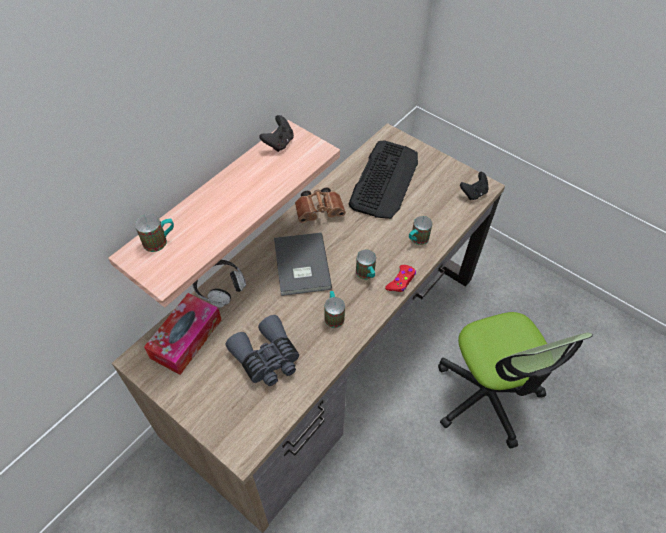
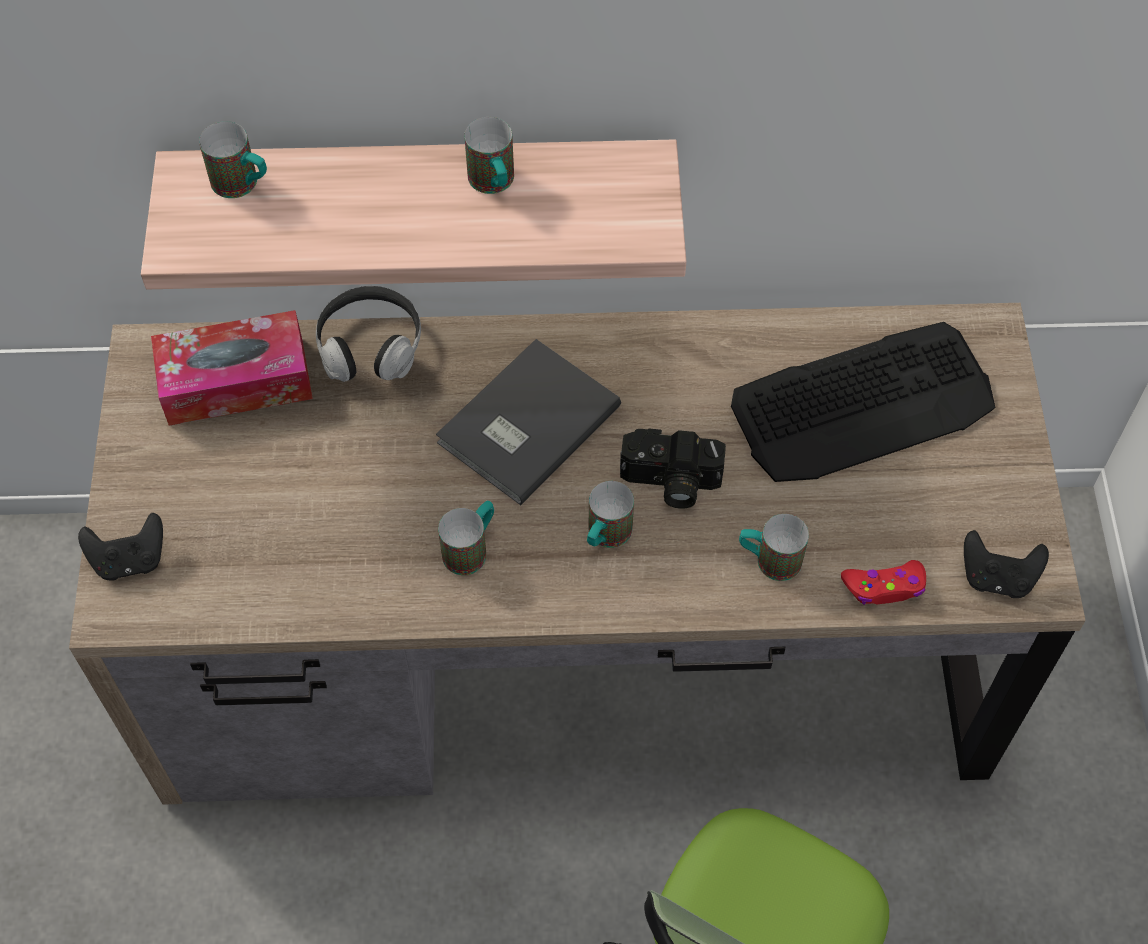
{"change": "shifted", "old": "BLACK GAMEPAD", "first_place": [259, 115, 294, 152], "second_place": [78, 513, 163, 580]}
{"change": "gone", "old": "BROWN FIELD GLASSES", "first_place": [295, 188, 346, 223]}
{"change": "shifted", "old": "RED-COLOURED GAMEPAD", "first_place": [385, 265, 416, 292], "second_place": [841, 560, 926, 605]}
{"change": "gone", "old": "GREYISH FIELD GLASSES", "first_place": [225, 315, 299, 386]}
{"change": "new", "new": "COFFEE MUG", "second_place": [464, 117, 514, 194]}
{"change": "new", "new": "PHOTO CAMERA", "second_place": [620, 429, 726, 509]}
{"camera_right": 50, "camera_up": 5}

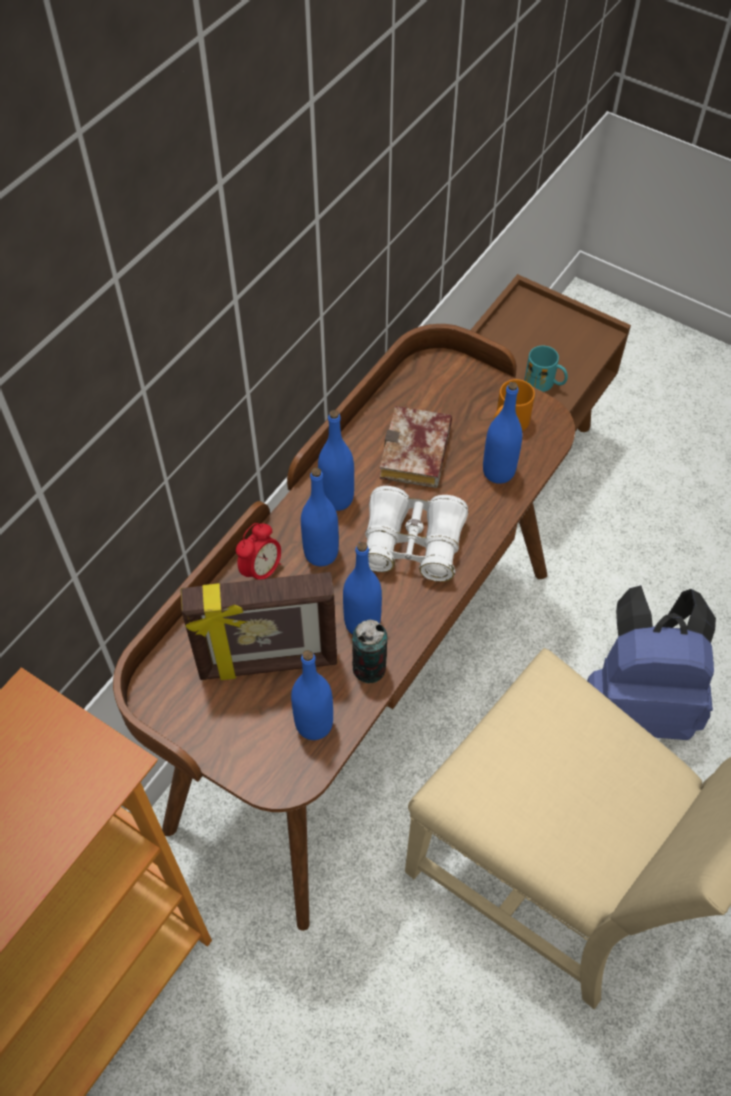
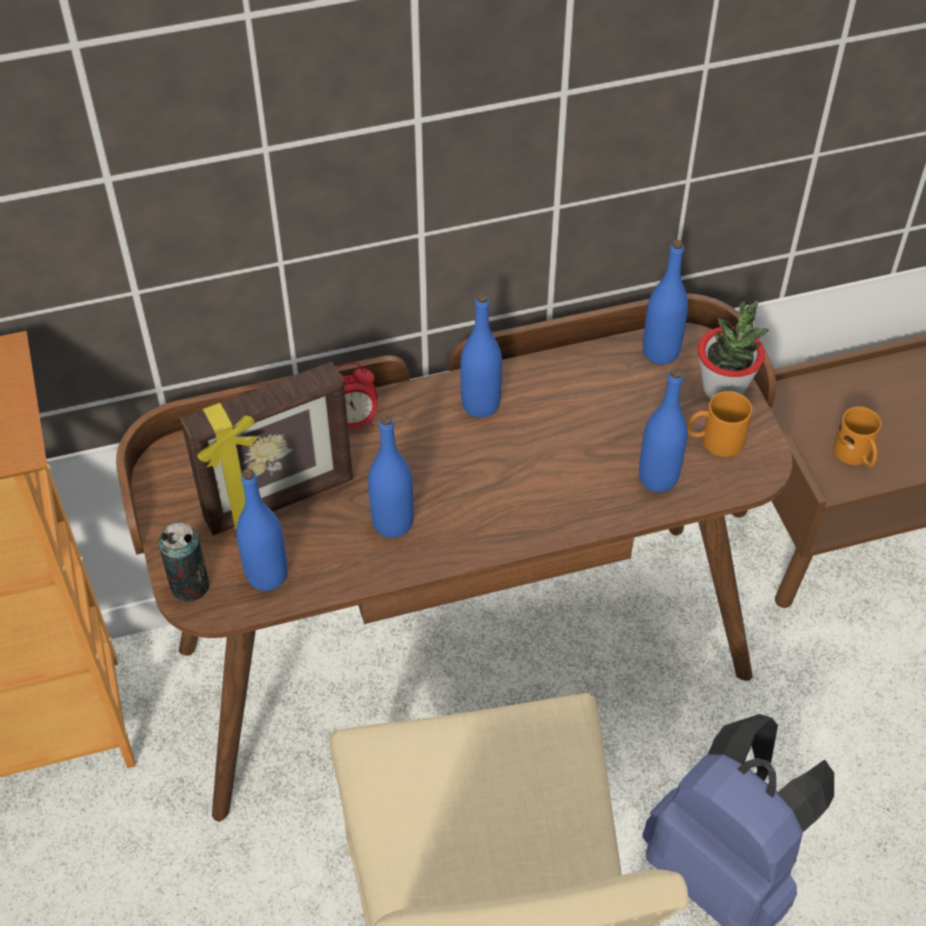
{"change": "repainted", "old": "BLUE-GREEN COFFEE MUG", "new": "ORANGE-COLOURED COFFEE MUG", "first_place": [525, 346, 568, 392], "second_place": [833, 407, 881, 467]}
{"change": "gone", "old": "VOLUME", "first_place": [380, 406, 452, 488]}
{"change": "shifted", "old": "BLUE-COLOURED BEVERAGE BOTTLE", "first_place": [301, 468, 339, 566], "second_place": [643, 240, 688, 365]}
{"change": "gone", "old": "WHITE-COLOURED FIELD GLASSES", "first_place": [365, 486, 468, 582]}
{"change": "rotated", "old": "PICTURE FRAME", "first_place": [180, 572, 337, 680], "second_place": [180, 362, 353, 535], "degrees": -60}
{"change": "shifted", "old": "CAN", "first_place": [352, 620, 387, 683], "second_place": [158, 522, 209, 602]}
{"change": "new", "new": "HOUSEPLANT", "second_place": [698, 301, 769, 399]}
{"camera_right": 40, "camera_up": -5}

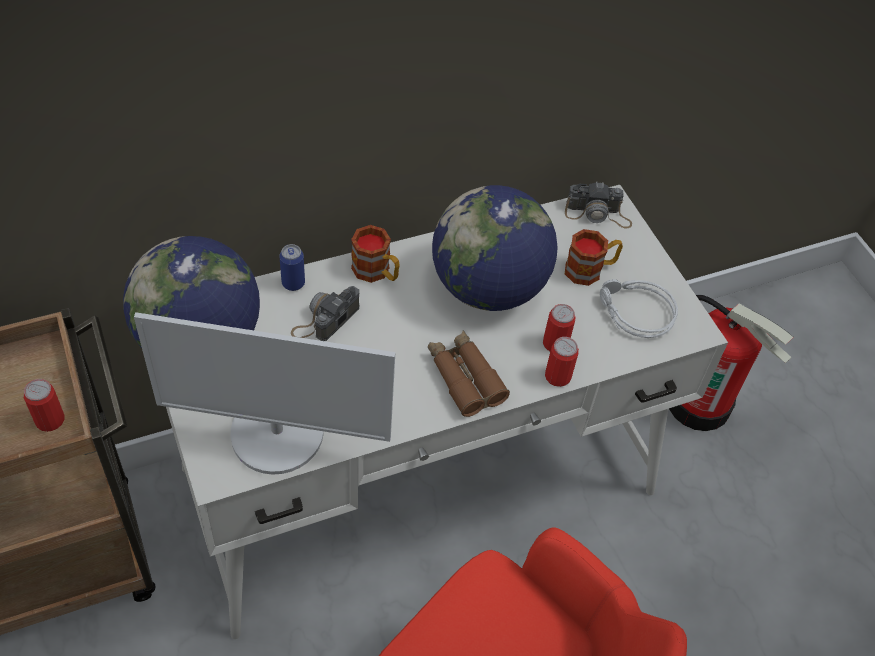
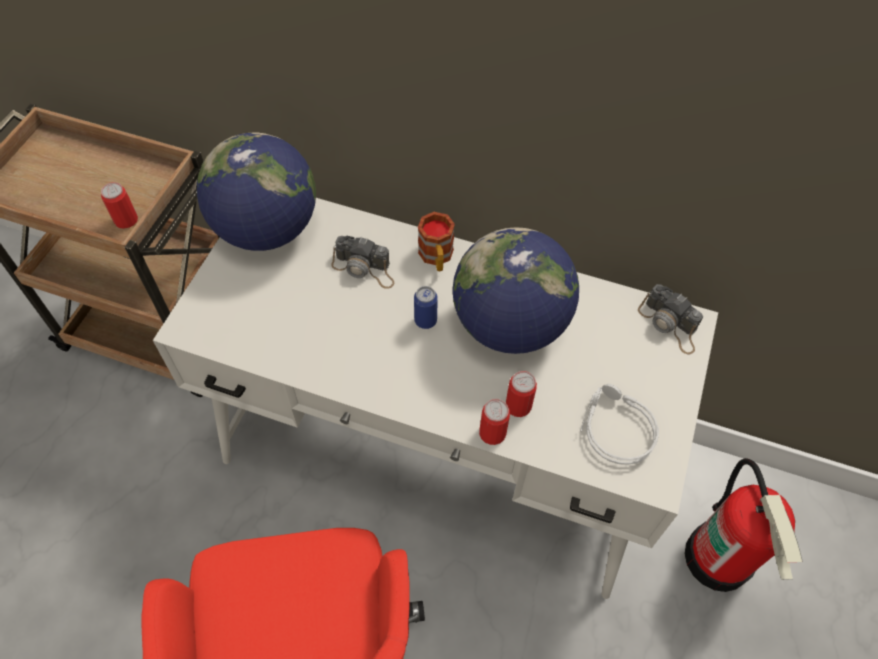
{"change": "gone", "old": "COFFEE MUG", "first_place": [565, 229, 623, 286]}
{"change": "shifted", "old": "CAN", "first_place": [279, 244, 305, 291], "second_place": [414, 286, 438, 329]}
{"change": "rotated", "old": "PHOTO CAMERA", "first_place": [291, 286, 360, 341], "second_place": [331, 236, 394, 289], "degrees": -150}
{"change": "gone", "old": "COMPUTER DISPLAY", "first_place": [134, 312, 396, 475]}
{"change": "gone", "old": "BROWN FIELD GLASSES", "first_place": [428, 330, 510, 417]}
{"camera_right": 45, "camera_up": 5}

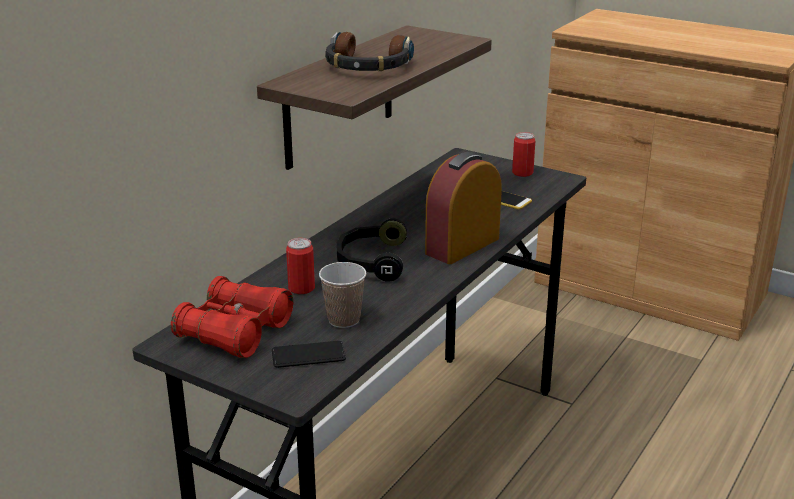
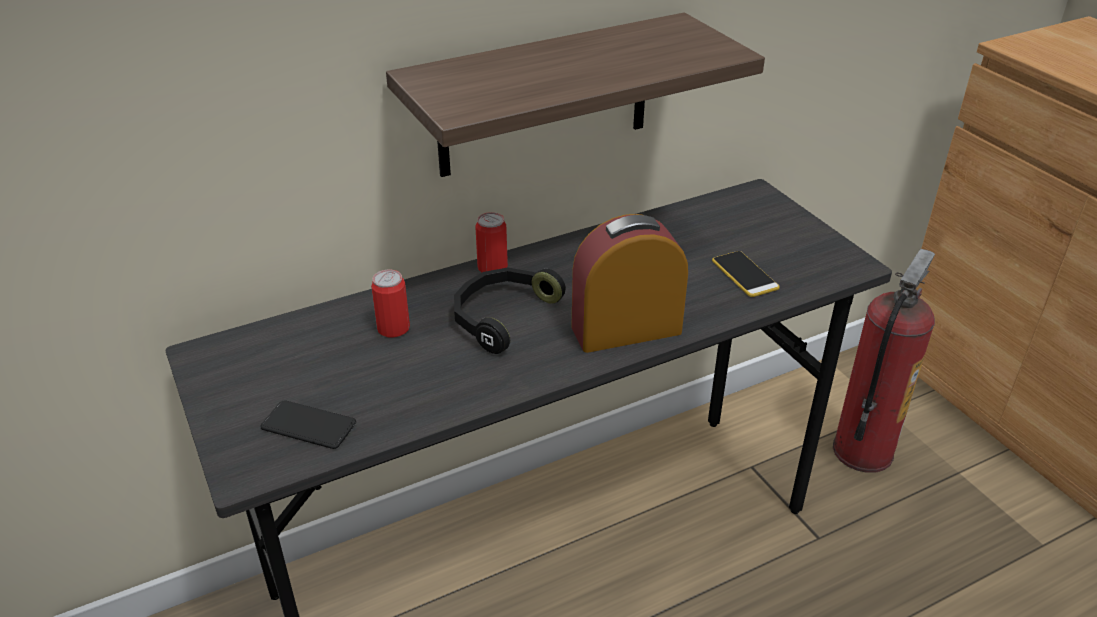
{"change": "gone", "old": "HEADSET", "first_place": [325, 32, 414, 71]}
{"change": "shifted", "old": "CAN", "first_place": [512, 132, 535, 177], "second_place": [475, 212, 508, 273]}
{"change": "gone", "old": "SMALL CUP", "first_place": [319, 262, 366, 328]}
{"change": "gone", "old": "RED-COLOURED FIELD GLASSES", "first_place": [171, 276, 293, 358]}
{"change": "new", "new": "FIRE EXTINGUISHER", "second_place": [833, 249, 935, 473]}
{"camera_right": 30, "camera_up": 10}

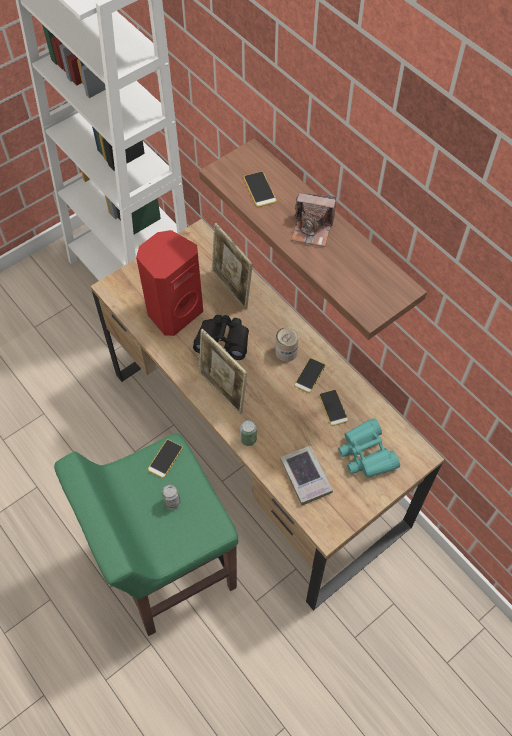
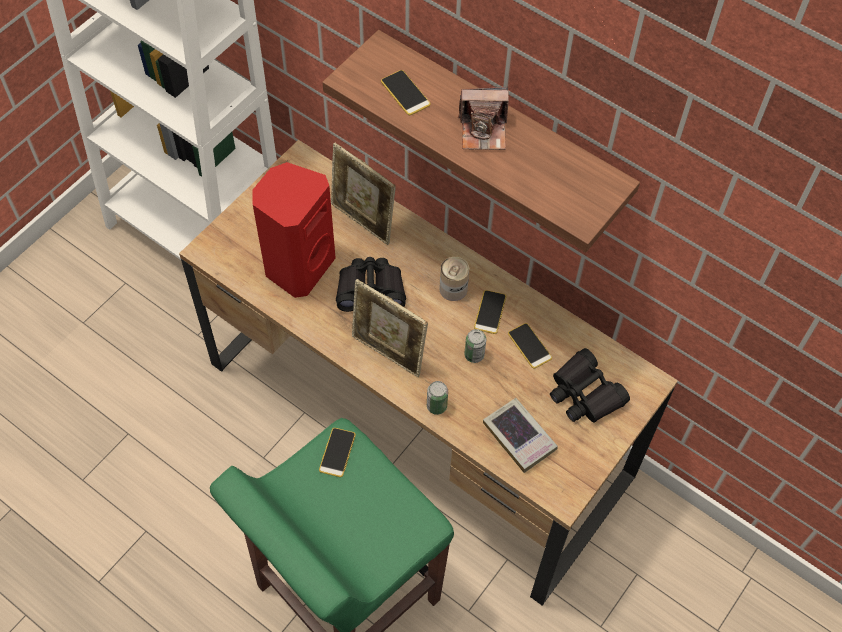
{"change": "repainted", "old": "BLUE-GREEN FIELD GLASSES", "new": "BLACK FIELD GLASSES", "first_place": [338, 418, 400, 478], "second_place": [550, 348, 630, 423]}
{"change": "shifted", "old": "CAN", "first_place": [161, 484, 181, 510], "second_place": [464, 329, 486, 363]}
{"camera_right": -15, "camera_up": 0}

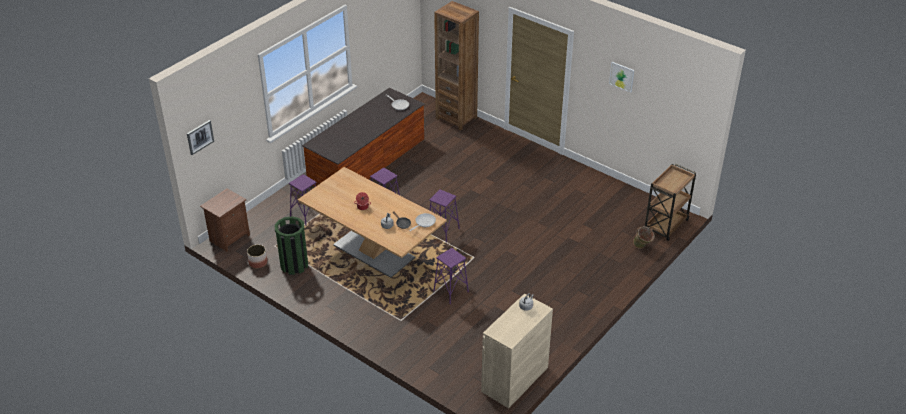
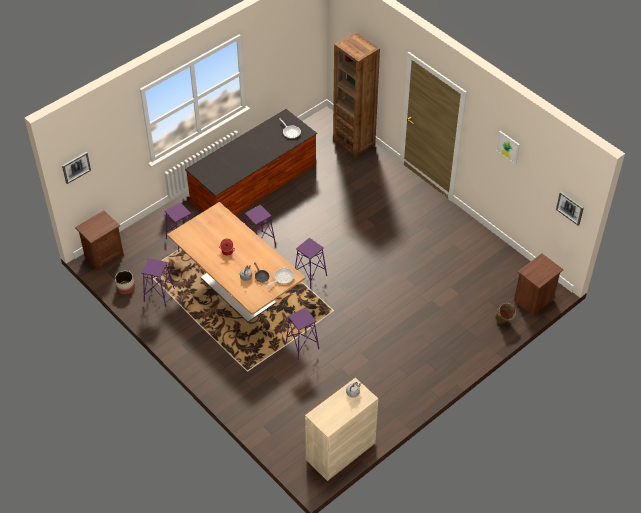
{"change": "swapped", "old": "BROWN CART", "new": "BROWN NIGHTSTAND", "first_place": [645, 164, 696, 241], "second_place": [514, 253, 564, 315]}
{"change": "swapped", "old": "GREENISH WASTE BIN", "new": "PURPLISH STOOL SEAT", "first_place": [275, 216, 308, 275], "second_place": [142, 258, 175, 307]}
{"change": "new", "new": "PICTURE", "second_place": [556, 192, 584, 226]}
{"camera_right": 10, "camera_up": 10}

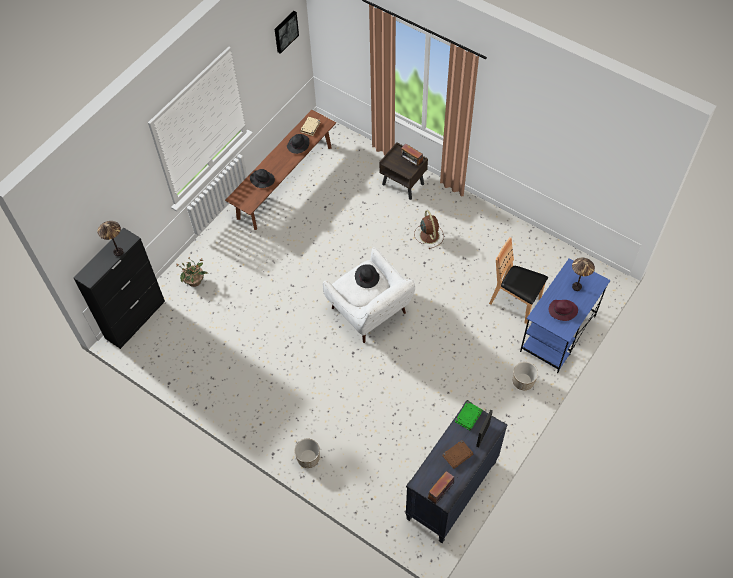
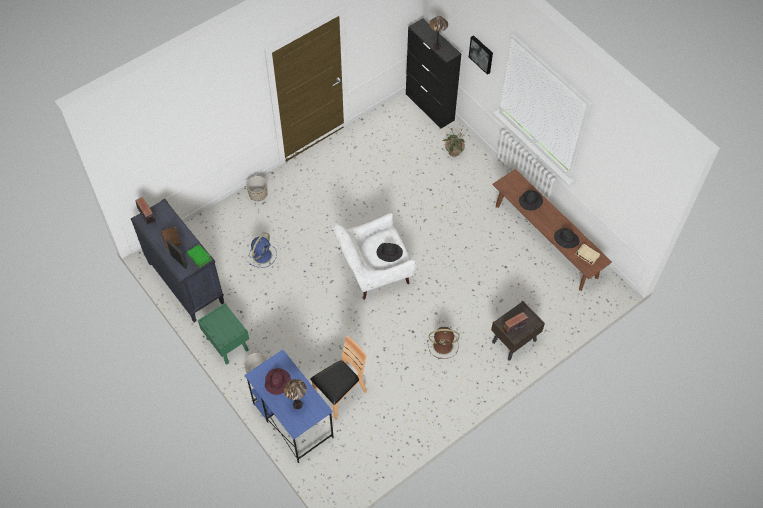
{"change": "shifted", "old": "PICTURE", "first_place": [275, 11, 299, 54], "second_place": [469, 35, 493, 75]}
{"change": "new", "new": "BLUE-COLOURED ELECTRIC FAN", "second_place": [249, 232, 277, 268]}
{"change": "new", "new": "GREENISH NIGHTSTAND", "second_place": [198, 303, 249, 365]}
{"camera_right": 105, "camera_up": 0}

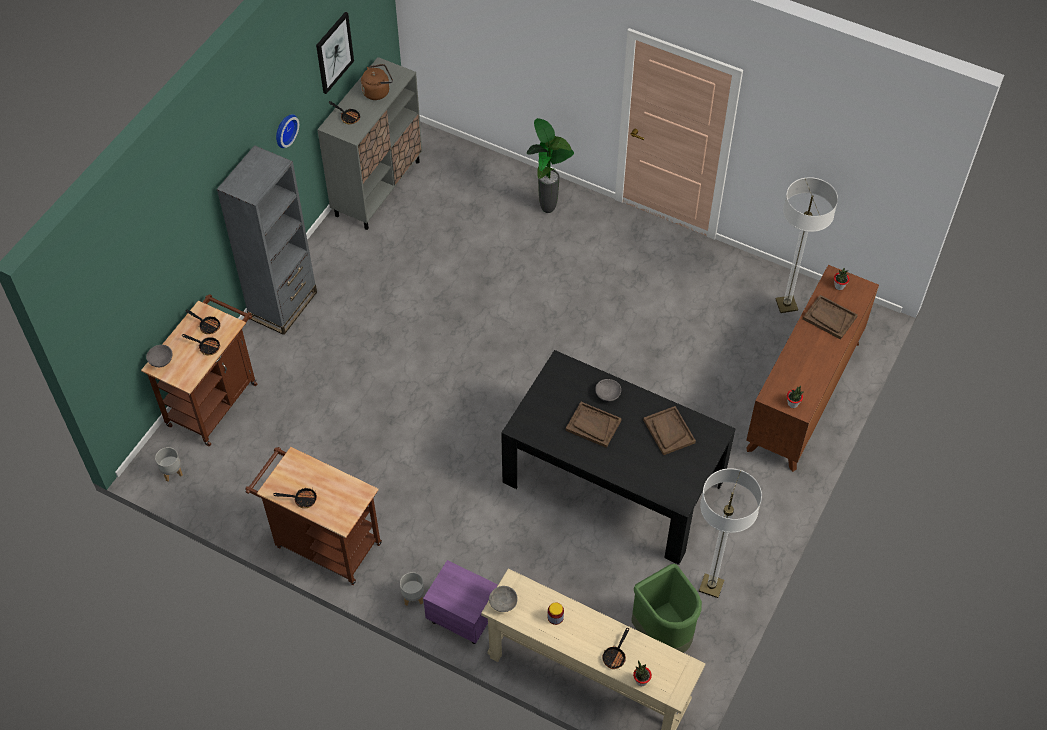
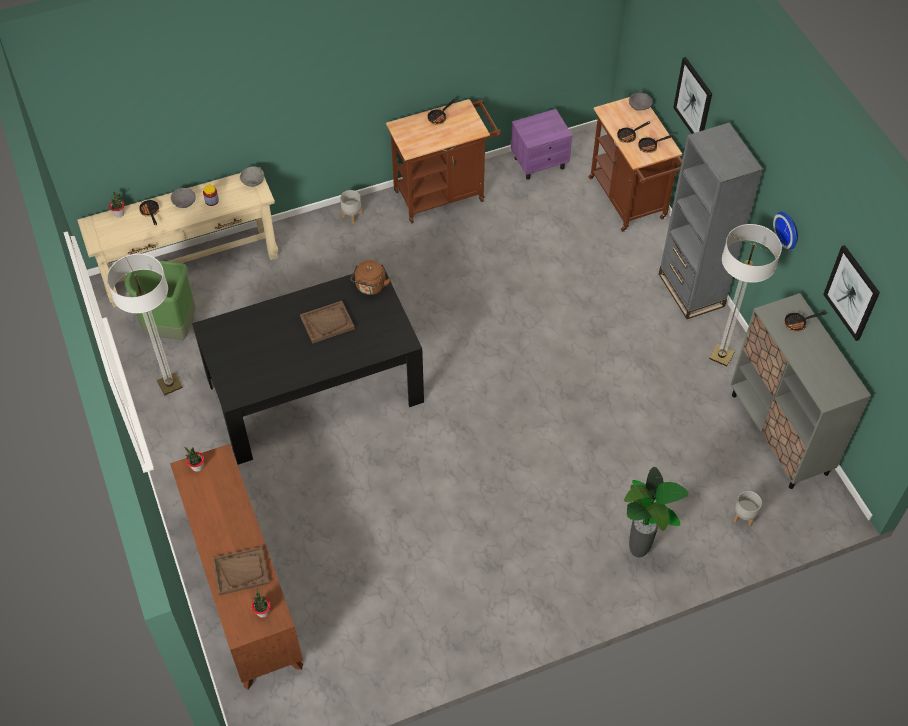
{"change": "shifted", "old": "BROWN TEA KETTLE", "first_place": [361, 64, 393, 100], "second_place": [351, 260, 391, 295]}
{"change": "shifted", "old": "STANDARD LAMP", "first_place": [776, 177, 838, 313], "second_place": [709, 224, 782, 366]}
{"change": "shifted", "old": "GREYISH SERVING BOWL", "first_place": [595, 379, 621, 401], "second_place": [171, 188, 196, 208]}
{"change": "gone", "old": "BROWN TRAY", "first_place": [643, 406, 696, 455]}
{"change": "shifted", "old": "GREYISH PLANT POT", "first_place": [155, 447, 183, 481], "second_place": [734, 491, 762, 526]}
{"change": "shifted", "old": "PURPLISH NIGHTSTAND", "first_place": [423, 560, 498, 644], "second_place": [511, 109, 573, 180]}
{"change": "new", "new": "PICTURE", "second_place": [673, 57, 712, 134]}
{"camera_right": 130, "camera_up": 0}

